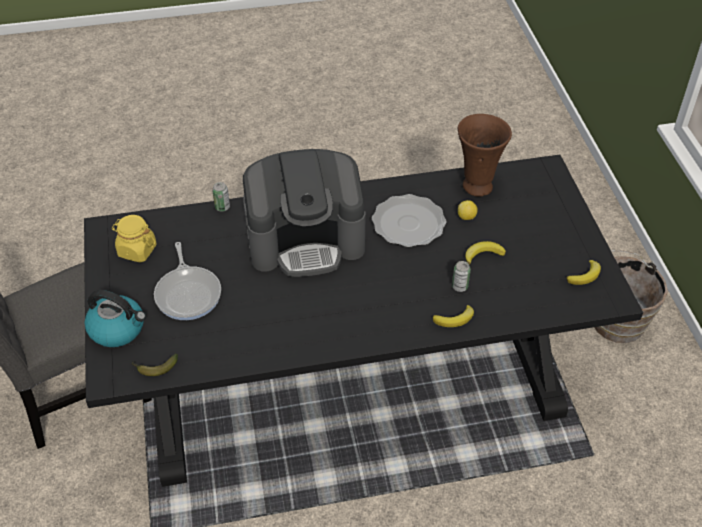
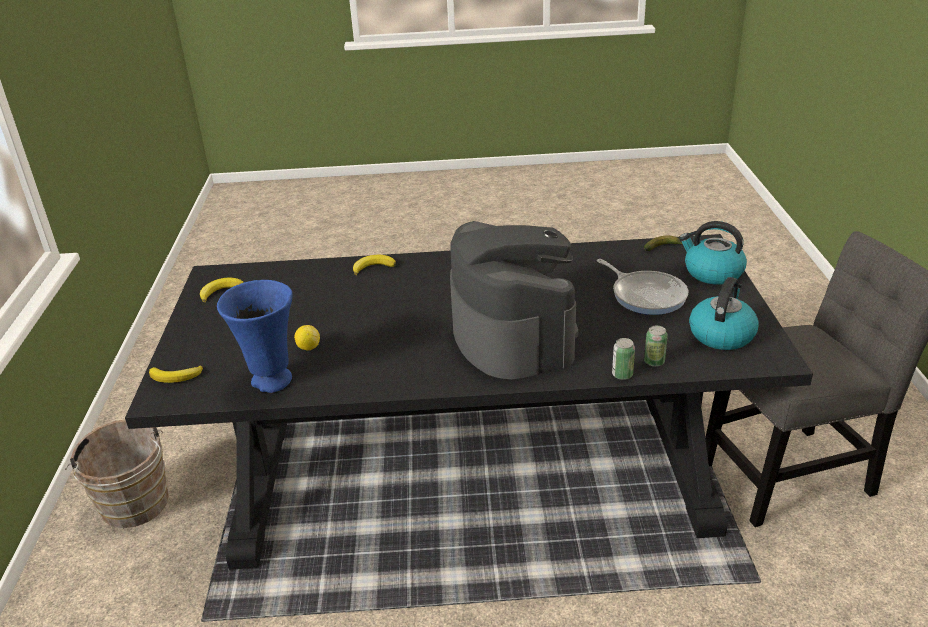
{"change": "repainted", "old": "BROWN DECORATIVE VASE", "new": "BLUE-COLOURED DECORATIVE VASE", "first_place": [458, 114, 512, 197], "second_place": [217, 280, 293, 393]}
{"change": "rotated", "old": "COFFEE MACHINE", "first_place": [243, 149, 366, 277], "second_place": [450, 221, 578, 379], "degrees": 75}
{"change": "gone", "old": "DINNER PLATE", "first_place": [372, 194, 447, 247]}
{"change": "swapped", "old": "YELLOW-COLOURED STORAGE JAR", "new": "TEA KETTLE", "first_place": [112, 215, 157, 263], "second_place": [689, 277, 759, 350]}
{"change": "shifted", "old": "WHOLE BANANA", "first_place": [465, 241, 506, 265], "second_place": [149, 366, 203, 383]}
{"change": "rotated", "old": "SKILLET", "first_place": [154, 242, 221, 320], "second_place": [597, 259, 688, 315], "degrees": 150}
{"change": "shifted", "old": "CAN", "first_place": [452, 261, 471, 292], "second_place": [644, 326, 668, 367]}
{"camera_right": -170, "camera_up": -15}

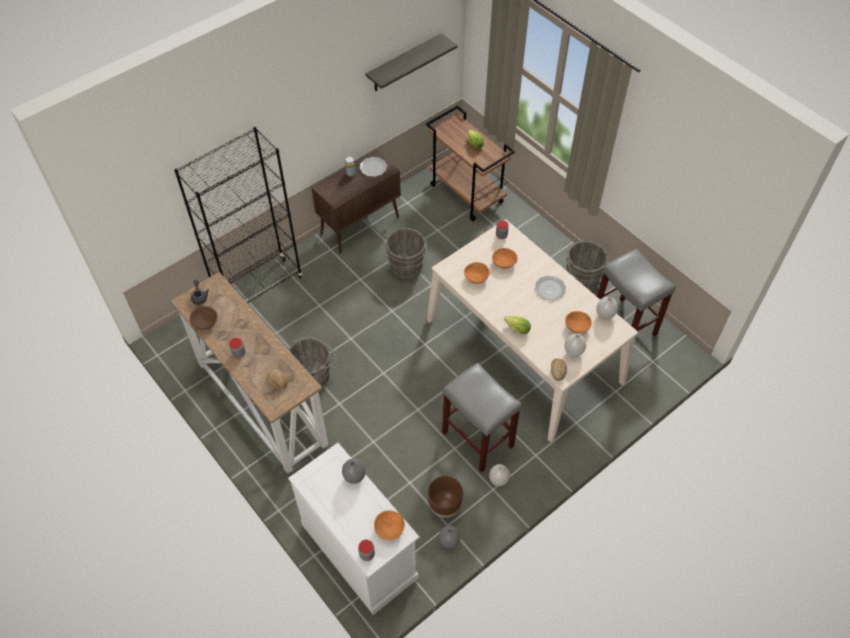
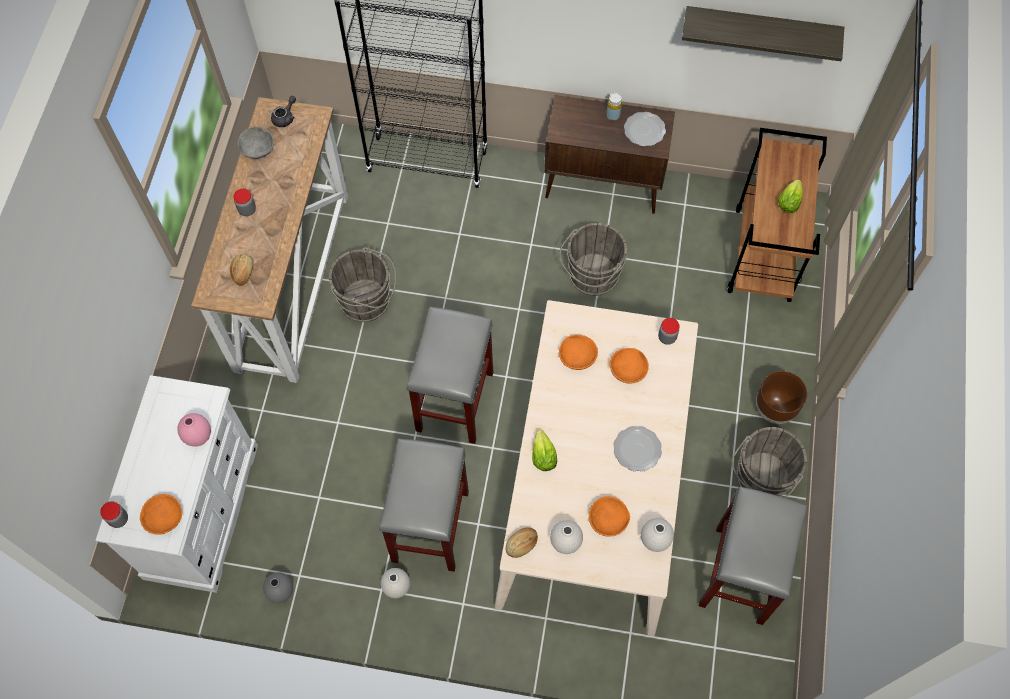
{"change": "repainted", "old": "BROWN SERVING BOWL", "new": "GREYISH SERVING BOWL", "first_place": [189, 307, 217, 330], "second_place": [238, 127, 274, 159]}
{"change": "repainted", "old": "GREYISH DECORATIVE VASE", "new": "PINKISH DECORATIVE VASE", "first_place": [342, 458, 366, 484], "second_place": [177, 413, 211, 447]}
{"change": "shifted", "old": "BROWN PLANT POT", "first_place": [428, 476, 463, 518], "second_place": [756, 371, 807, 424]}
{"change": "new", "new": "GREYISH STOOL SEAT", "second_place": [407, 307, 493, 444]}
{"camera_right": 50, "camera_up": 10}

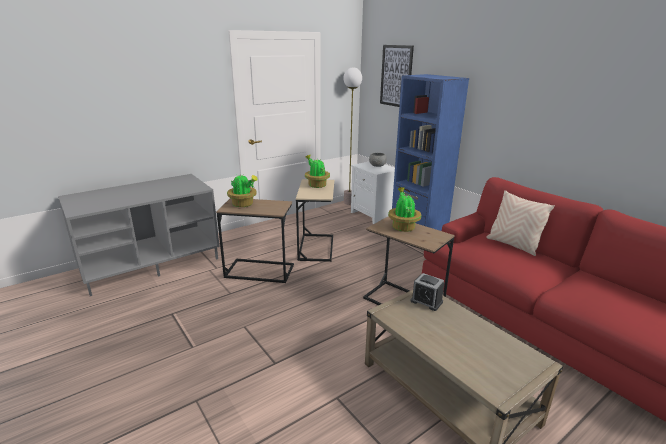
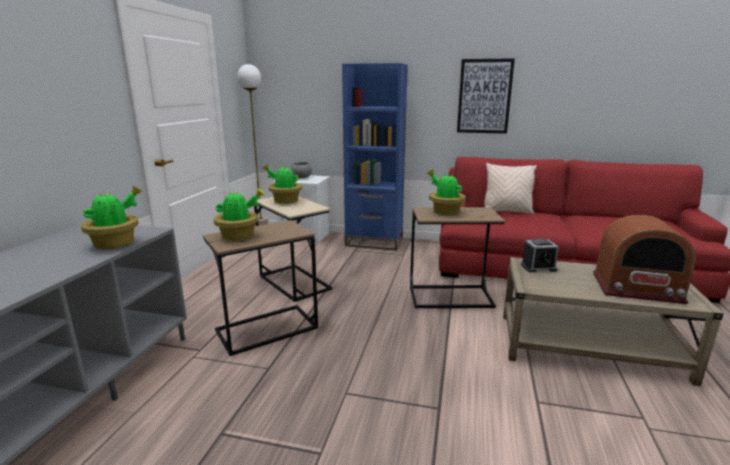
{"change": "shifted", "old": "PICTURE", "first_place": [380, 45, 414, 107], "second_place": [457, 58, 515, 134]}
{"change": "new", "new": "HOUSEPLANT", "second_place": [81, 186, 143, 249]}
{"change": "new", "new": "RADIO SET", "second_place": [593, 215, 696, 304]}
{"camera_right": -40, "camera_up": -5}

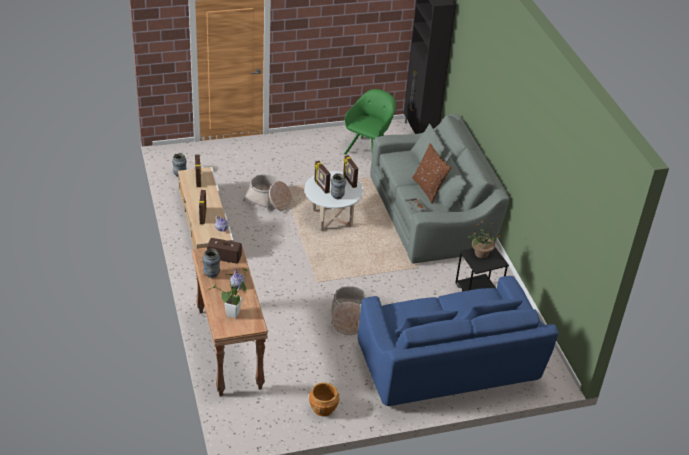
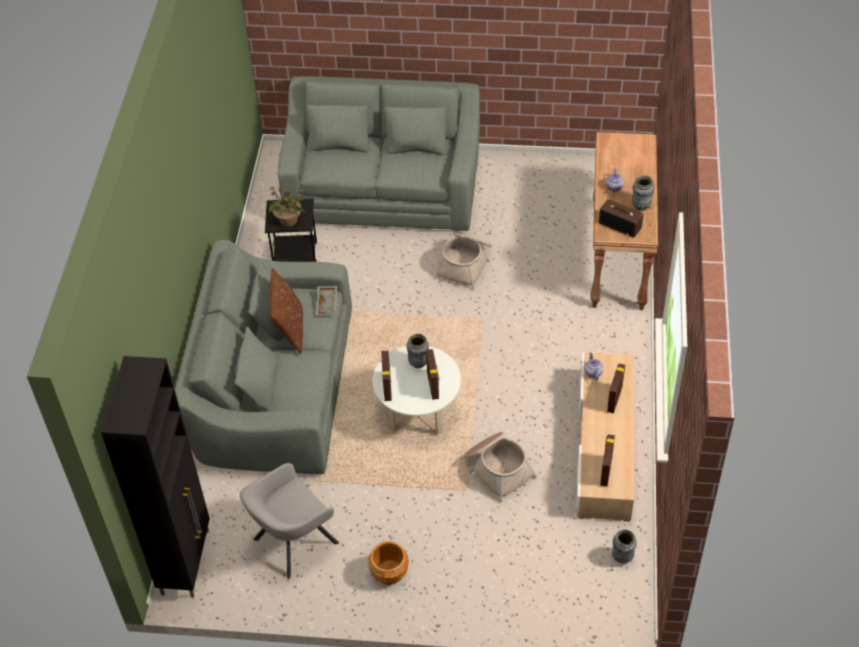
{"change": "repainted", "old": "GREENISH LOUNGE CHAIR", "new": "GREYISH LOUNGE CHAIR", "first_place": [344, 89, 396, 155], "second_place": [240, 463, 339, 579]}
{"change": "gone", "old": "HOUSEPLANT", "first_place": [206, 268, 248, 318]}
{"change": "repainted", "old": "BLUE-COLOURED SOFA", "new": "GREYISH SOFA", "first_place": [358, 276, 559, 406], "second_place": [278, 76, 480, 231]}
{"change": "shifted", "old": "BROWN PLANT POT", "first_place": [309, 383, 340, 417], "second_place": [368, 541, 409, 585]}
{"camera_right": -155, "camera_up": 10}

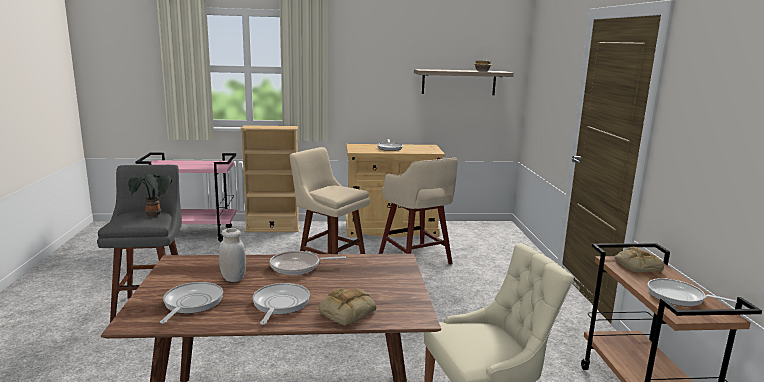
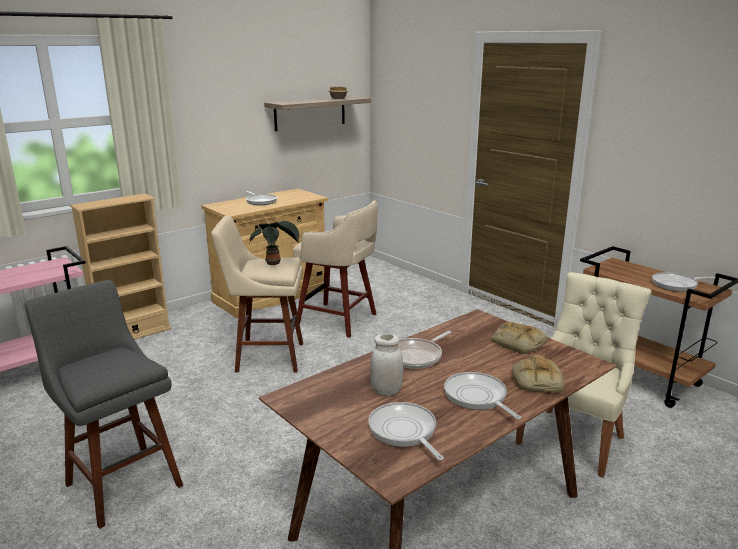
{"change": "shifted", "old": "HOUSEPLANT", "first_place": [128, 174, 172, 216], "second_place": [250, 221, 299, 265]}
{"change": "shifted", "old": "BAKED BREAD", "first_place": [615, 247, 664, 272], "second_place": [492, 322, 547, 354]}
{"camera_right": -35, "camera_up": 5}

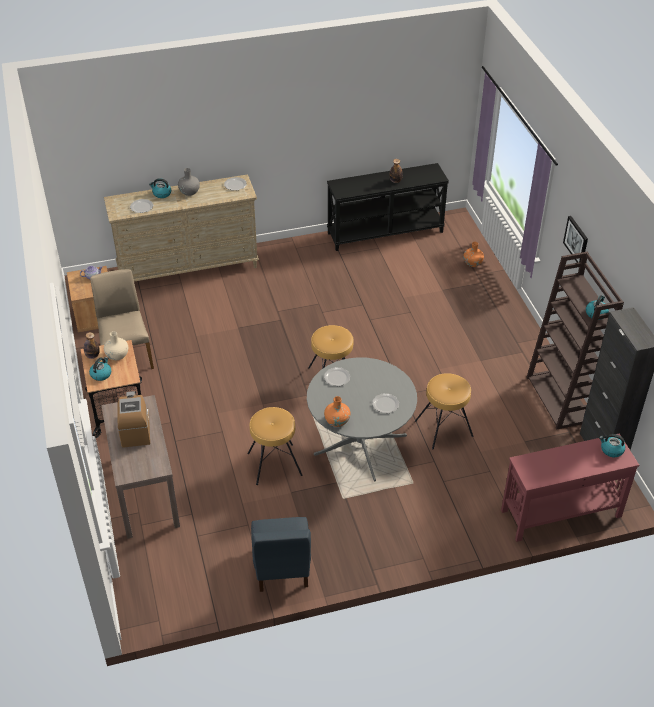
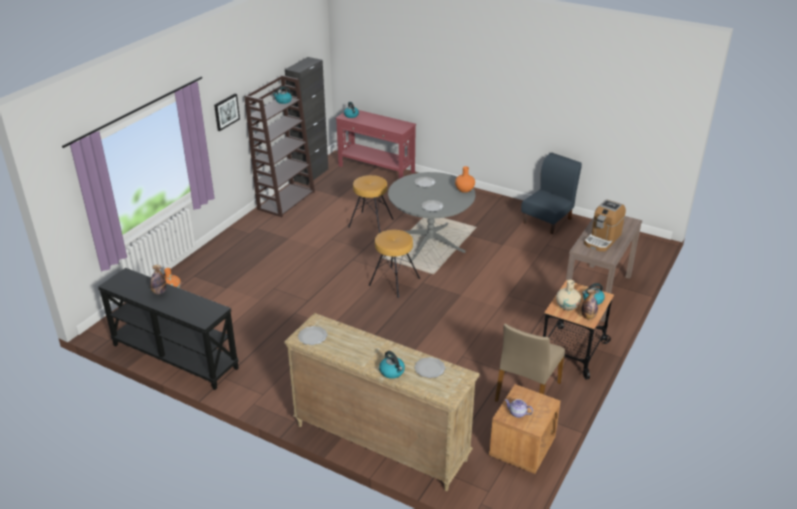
{"change": "gone", "old": "GREYISH DECORATIVE VASE", "first_place": [178, 168, 200, 196]}
{"change": "gone", "old": "BROWN STOOL SEAT", "first_place": [248, 407, 303, 485]}
{"camera_right": -135, "camera_up": -10}

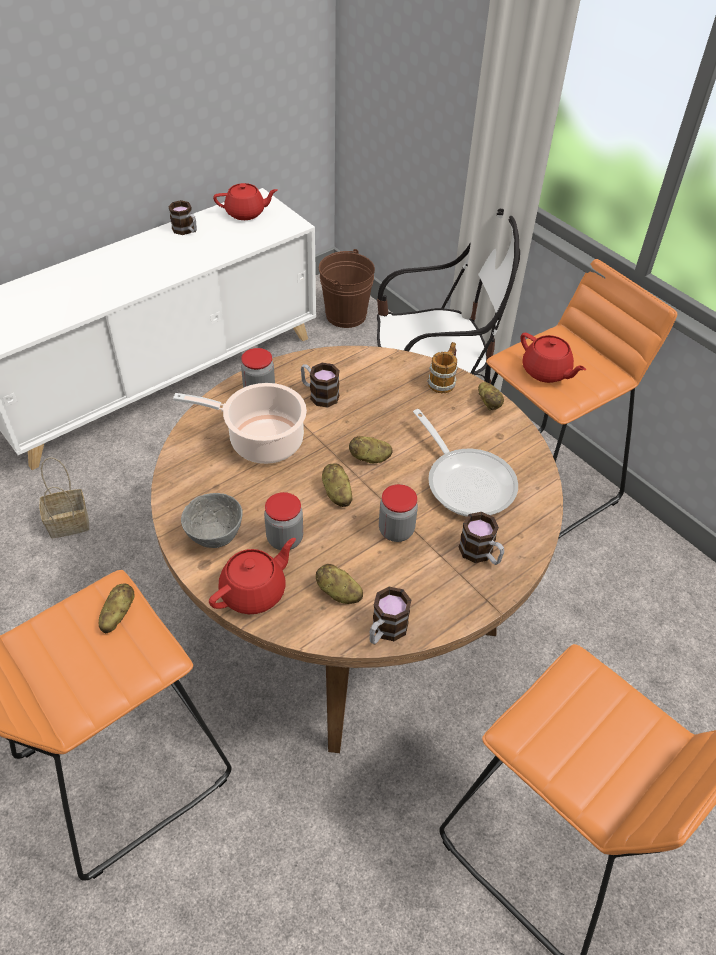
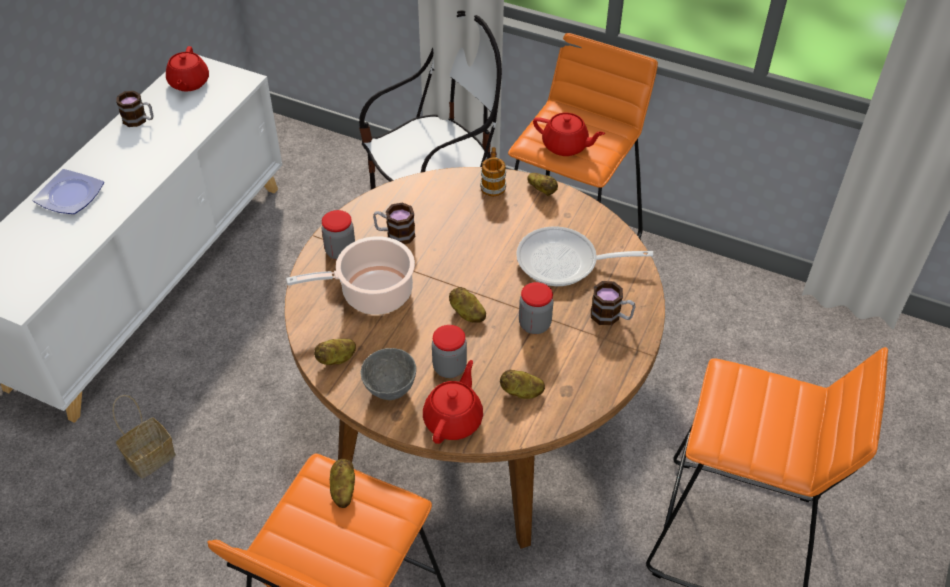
{"change": "rotated", "old": "RED-COLOURED TEAPOT", "first_place": [213, 183, 278, 220], "second_place": [166, 46, 209, 91], "degrees": 120}
{"change": "gone", "old": "BROWN PAIL", "first_place": [319, 249, 375, 328]}
{"change": "rotated", "old": "SKILLET", "first_place": [413, 409, 518, 517], "second_place": [516, 226, 653, 286], "degrees": 150}
{"change": "shifted", "old": "POTATO", "first_place": [349, 436, 393, 463], "second_place": [314, 339, 356, 365]}
{"change": "gone", "old": "COFFEE MUG", "first_place": [369, 587, 411, 645]}
{"change": "new", "new": "DINNER PLATE", "second_place": [32, 169, 104, 214]}
{"camera_right": -25, "camera_up": 0}

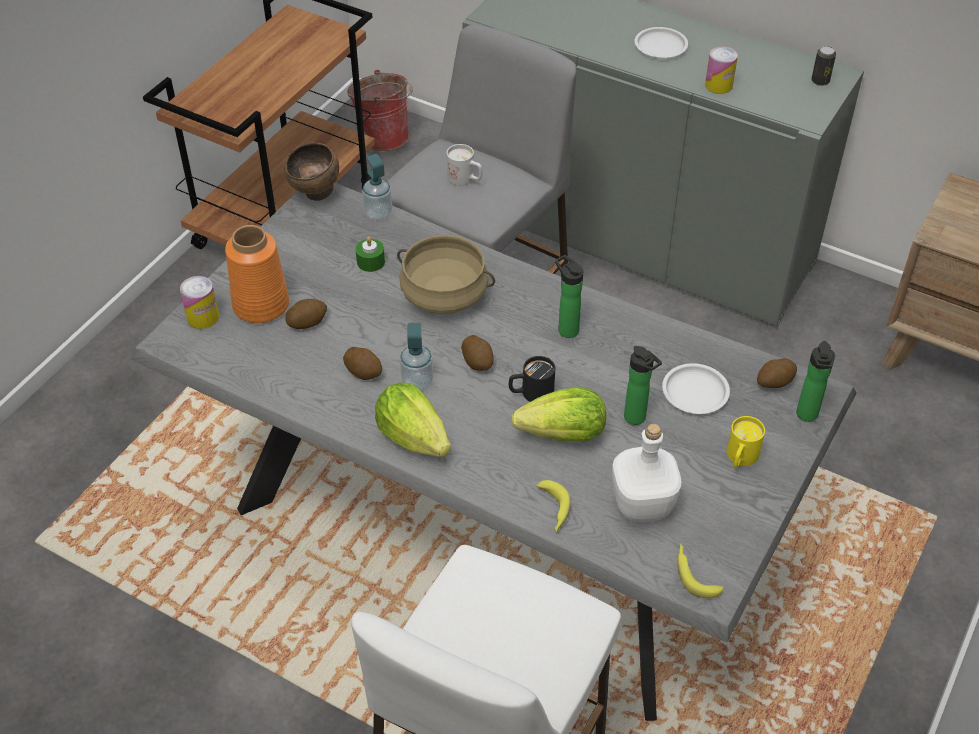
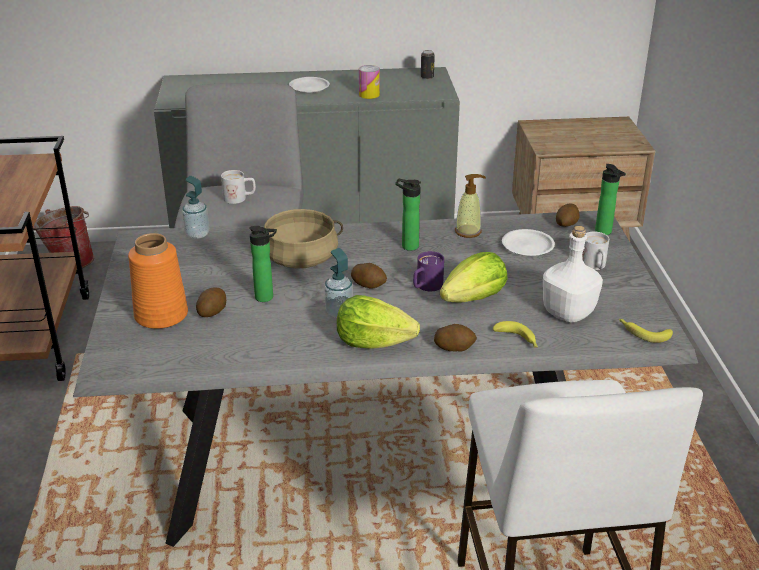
{"change": "gone", "old": "BROWN SERVING BOWL", "first_place": [284, 142, 339, 201]}
{"change": "gone", "old": "GREENISH CANDLE", "first_place": [356, 237, 385, 272]}
{"change": "gone", "old": "CAN", "first_place": [180, 276, 219, 329]}
{"change": "shifted", "old": "BEVERAGE BOTTLE", "first_place": [624, 346, 662, 425], "second_place": [249, 226, 277, 302]}
{"change": "shifted", "old": "POTATO", "first_place": [343, 347, 382, 380], "second_place": [434, 324, 477, 352]}
{"change": "repainted", "old": "BLACK COFFEE MUG", "new": "PURPLISH COFFEE MUG", "first_place": [509, 356, 555, 402], "second_place": [413, 251, 444, 291]}
{"change": "repainted", "old": "YELLOW-COLOURED COFFEE MUG", "new": "WHITE-COLOURED COFFEE MUG", "first_place": [726, 416, 765, 468], "second_place": [582, 231, 609, 270]}
{"change": "new", "new": "SOAP BOTTLE", "second_place": [455, 174, 486, 238]}
{"camera_right": -35, "camera_up": -15}

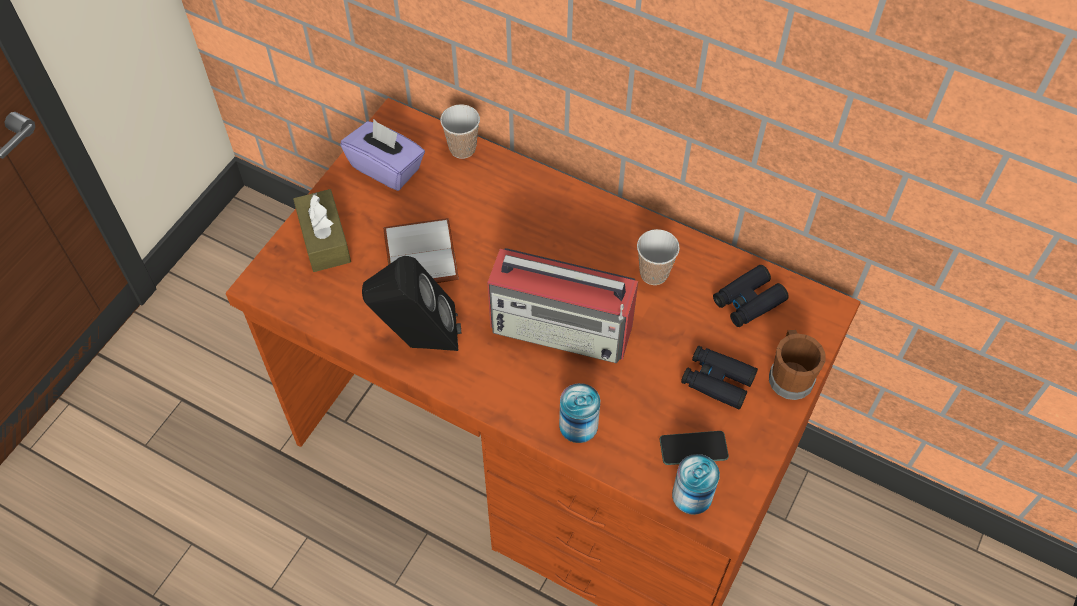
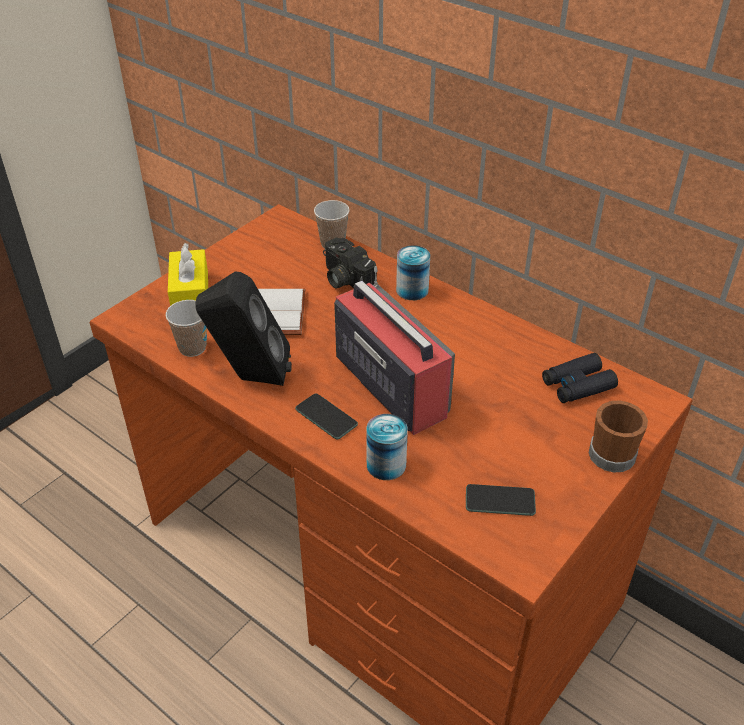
{"change": "gone", "old": "PURPLISH BOX OF TISSUES", "first_place": [340, 119, 425, 191]}
{"change": "repainted", "old": "BROWN BOX OF TISSUES", "new": "YELLOW-COLOURED BOX OF TISSUES", "first_place": [293, 189, 351, 272], "second_place": [168, 243, 208, 306]}
{"change": "shifted", "old": "SMALL CUP", "first_place": [637, 229, 680, 285], "second_place": [165, 300, 207, 357]}
{"change": "rotated", "old": "RADIO SET", "first_place": [487, 248, 638, 363], "second_place": [334, 266, 455, 435], "degrees": -150}
{"change": "gone", "old": "BLACK FIELD GLASSES", "first_place": [681, 346, 758, 410]}
{"change": "shifted", "old": "CAN", "first_place": [672, 454, 720, 515], "second_place": [396, 245, 430, 300]}
{"change": "new", "new": "PHOTO CAMERA", "second_place": [323, 238, 377, 289]}
{"change": "new", "new": "TELEPHONE", "second_place": [295, 394, 358, 439]}
{"camera_right": 10, "camera_up": -15}

